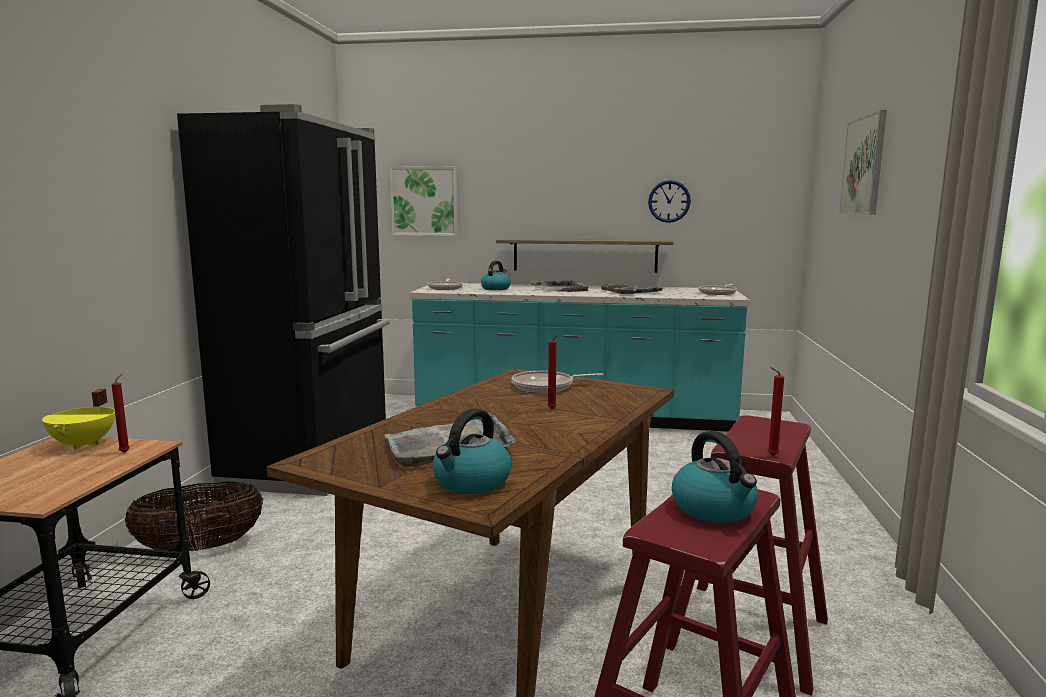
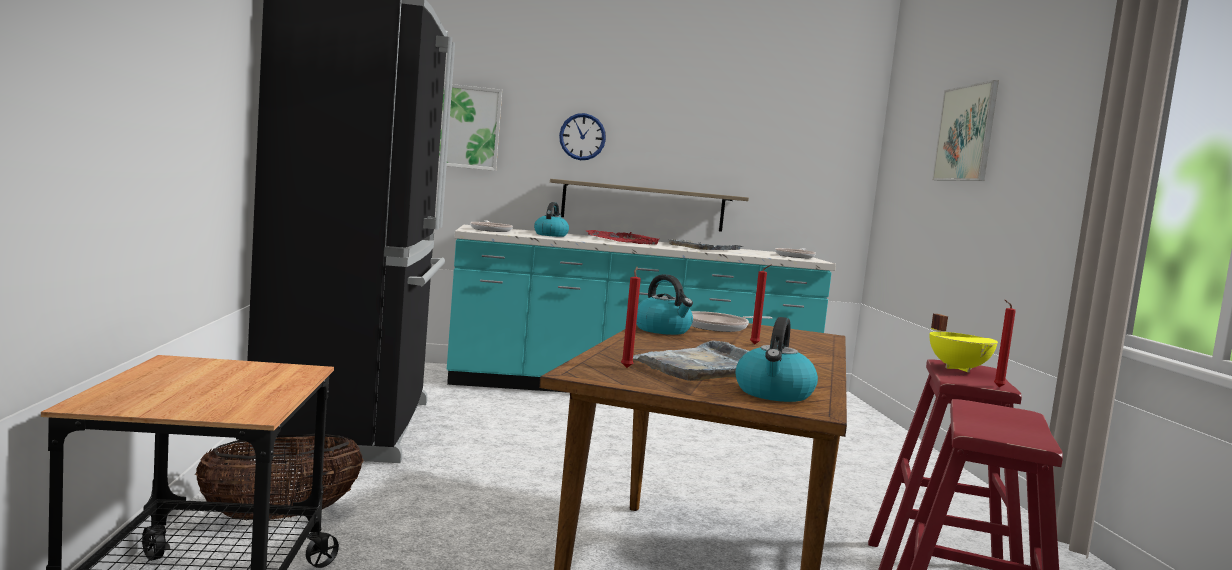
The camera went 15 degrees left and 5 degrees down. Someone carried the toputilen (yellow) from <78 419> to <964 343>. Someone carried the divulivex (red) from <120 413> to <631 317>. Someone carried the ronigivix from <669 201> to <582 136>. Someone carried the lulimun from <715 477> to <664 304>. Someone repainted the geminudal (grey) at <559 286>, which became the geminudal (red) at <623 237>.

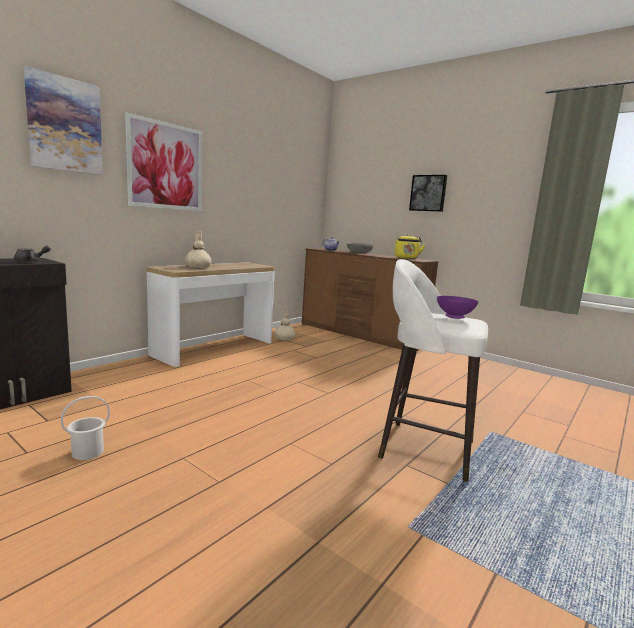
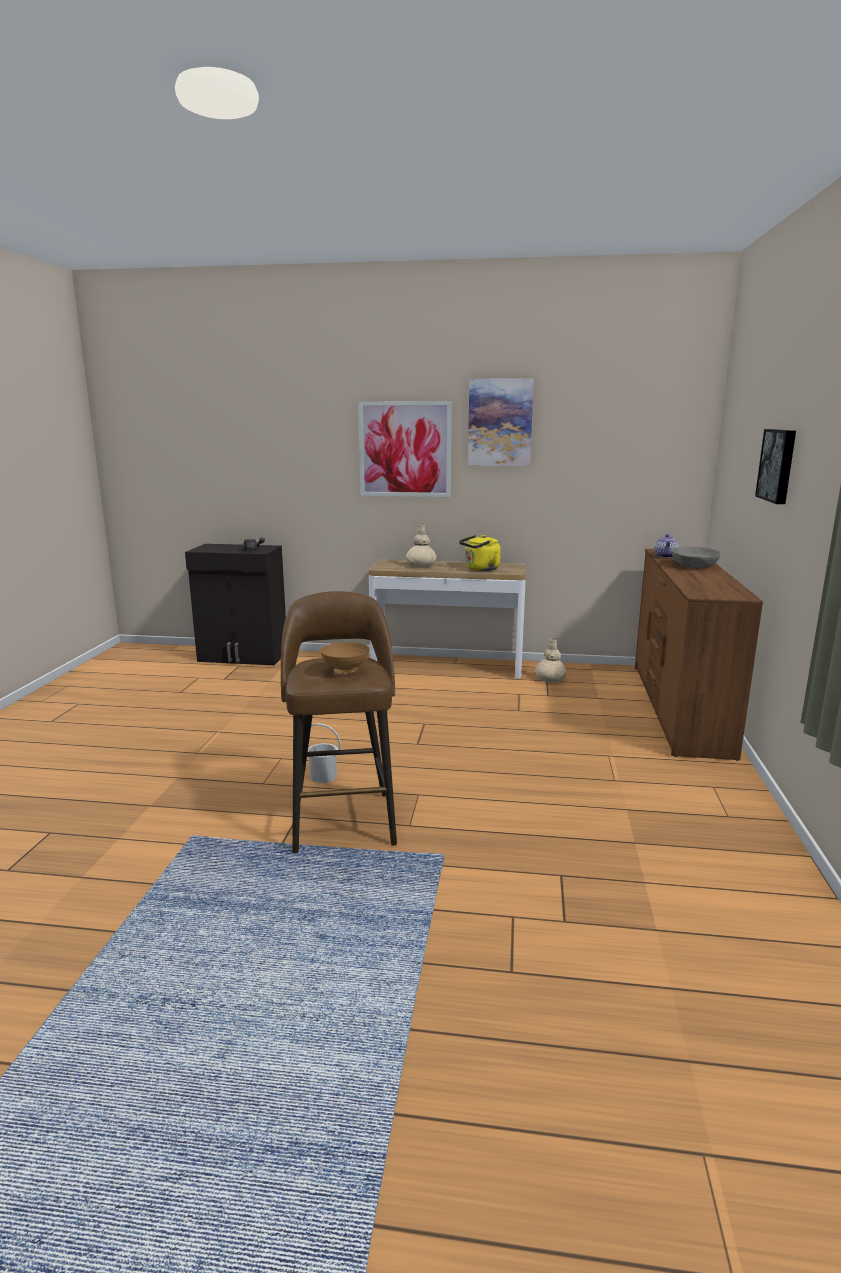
The camera went 60 degrees right and 5 degrees up. Someone carried the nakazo from <63 120> to <501 422>. Someone carried the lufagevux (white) from <85 428> to <324 753>. Someone carried the lulimun (yellow) from <410 246> to <480 553>. Someone repainted the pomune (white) at <433 370>, which became the pomune (brown) at <339 722>. Someone repainted the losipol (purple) at <457 307>, which became the losipol (brown) at <344 658>.

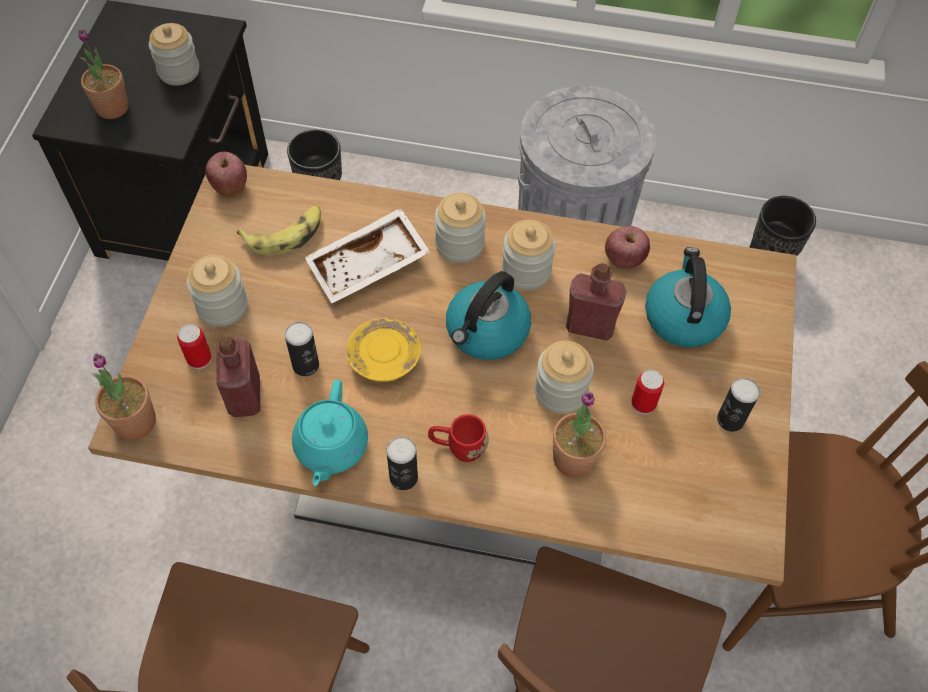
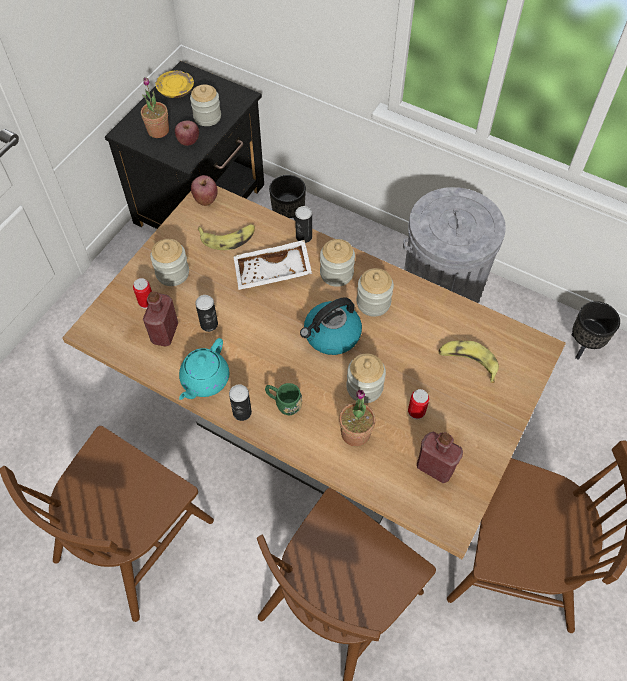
The camera went 20 degrees right and 0 degrees up. Someone took away the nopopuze at <124 396>. Someone carried the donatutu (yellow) from <384 350> to <174 84>. Someone carried the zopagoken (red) from <596 302> to <440 457>. Someone carried the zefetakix from <627 247> to <187 133>. Someone carried the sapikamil from <738 405> to <303 224>. Someone swapped the lulimun at <688 297> for the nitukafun at <469 361>. Someone repainted the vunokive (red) at <458 438>, which became the vunokive (green) at <283 399>.

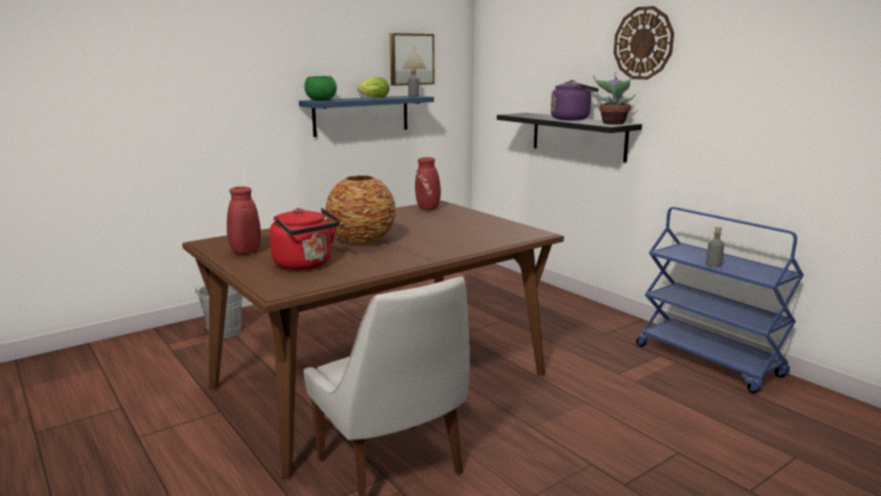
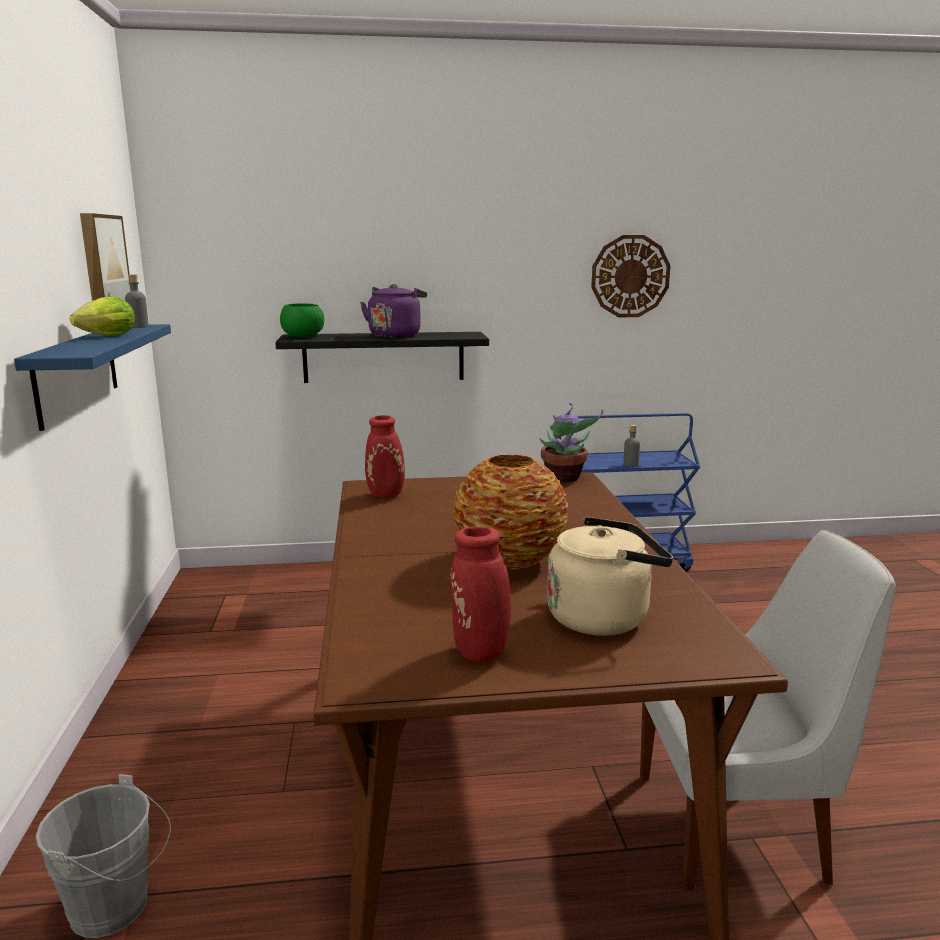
The camera went 60 degrees left and 0 degrees up. Someone carried the losipol (green) from <320 88> to <302 320>. Someone carried the nopopuze from <614 98> to <571 442>. Someone carried the ronigivix from <644 43> to <631 276>. Someone repainted the lulimun (red) at <304 239>, which became the lulimun (beige) at <610 576>.

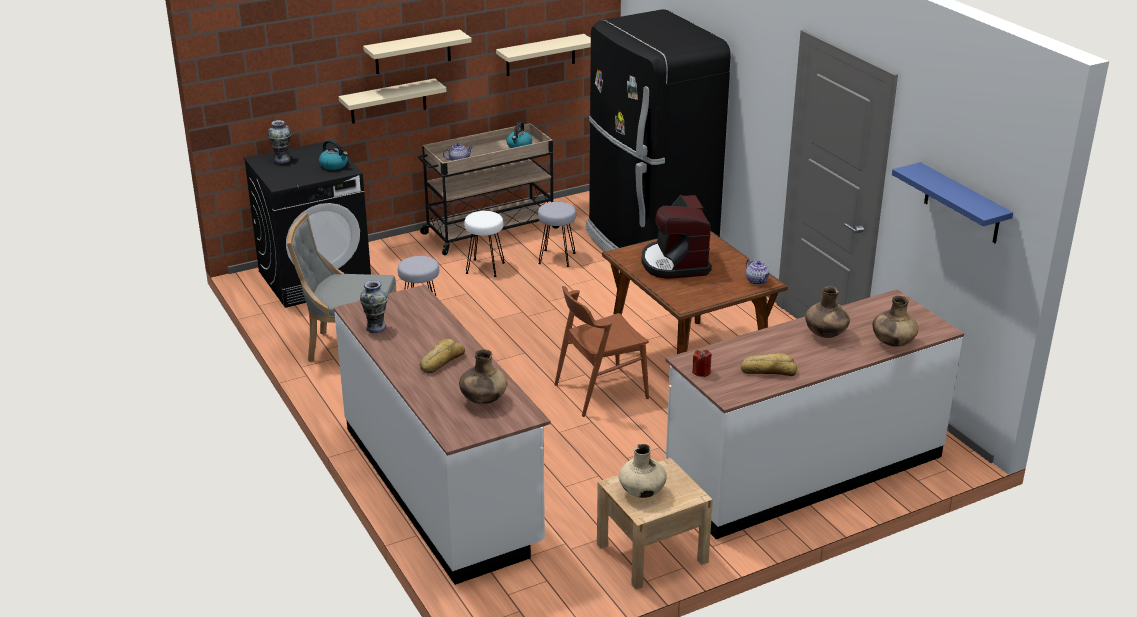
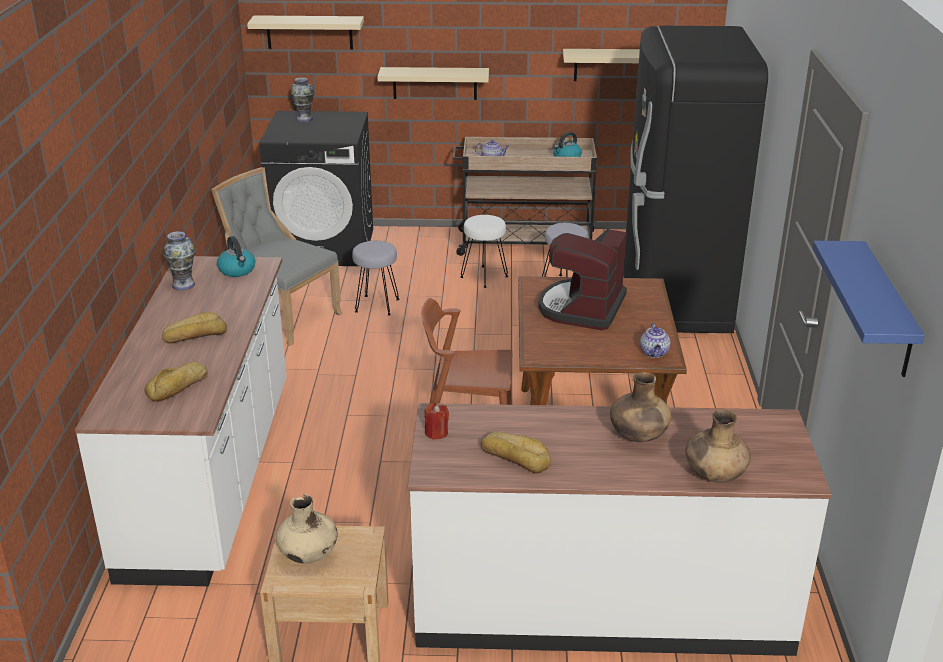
The camera went 30 degrees right and 0 degrees up. Someone carried the lulimun from <333 155> to <236 256>. Someone carried the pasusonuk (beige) from <417 51> to <305 32>. Someone swapped the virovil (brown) at <483 376> for the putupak at <176 382>.

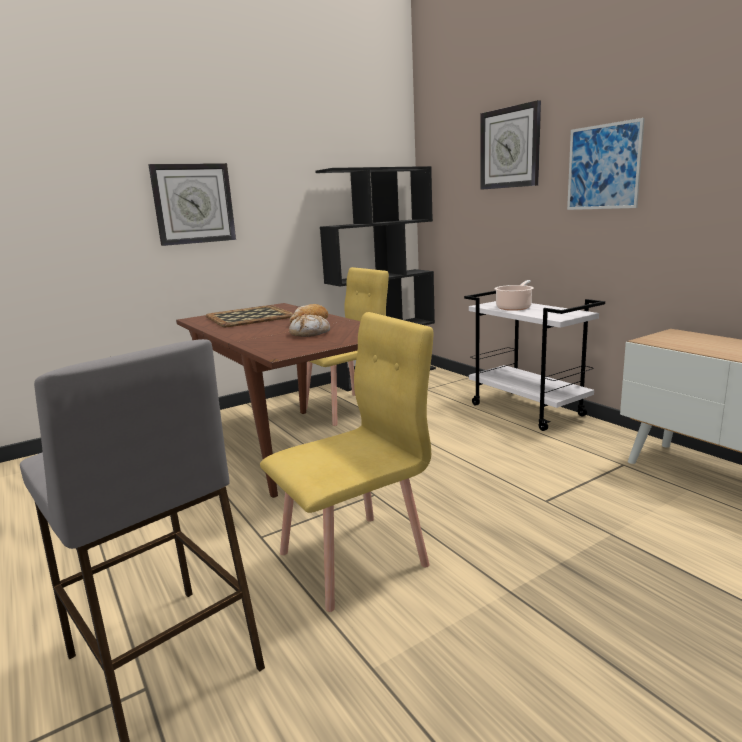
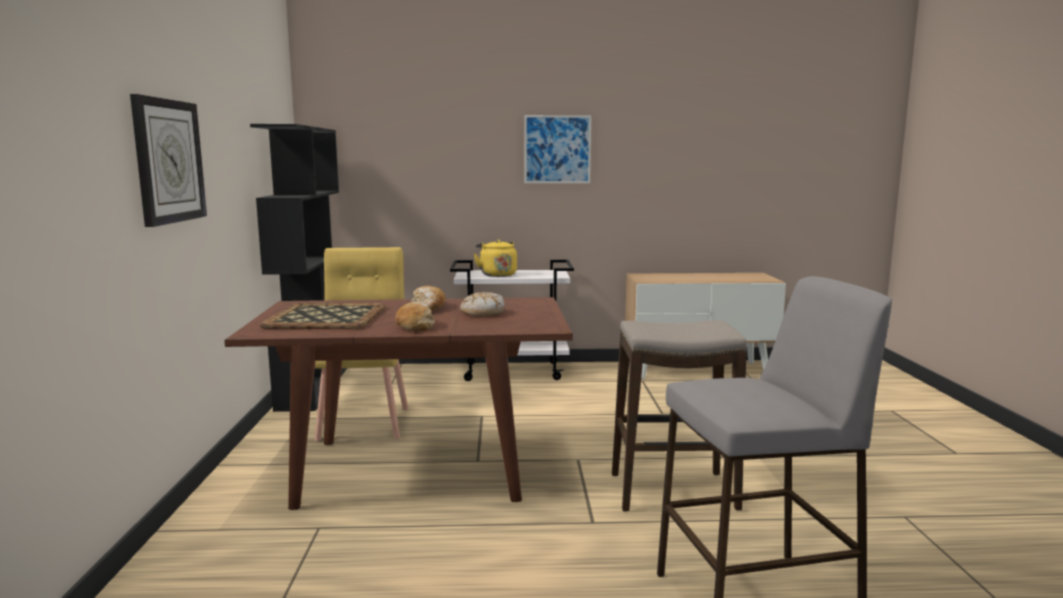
The camera went 60 degrees left and 5 degrees down. Someone took away the ronigivix at <510 145>. Someone put down the putupak at <415 316>. Someone swapped the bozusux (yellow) at <346 462> for the pomune at <679 416>. Someone swapped the toputilen at <514 295> for the lulimun (yellow) at <495 258>.

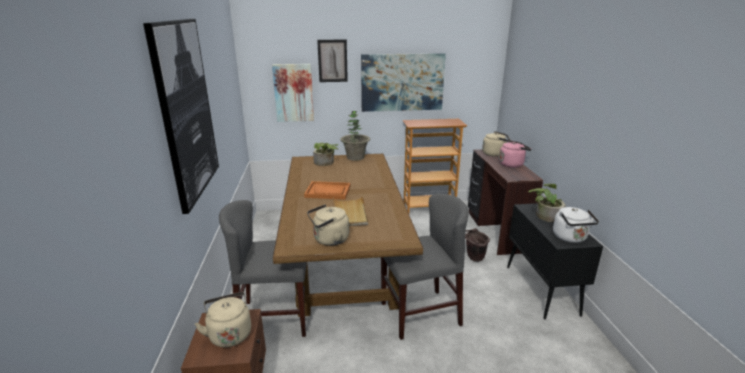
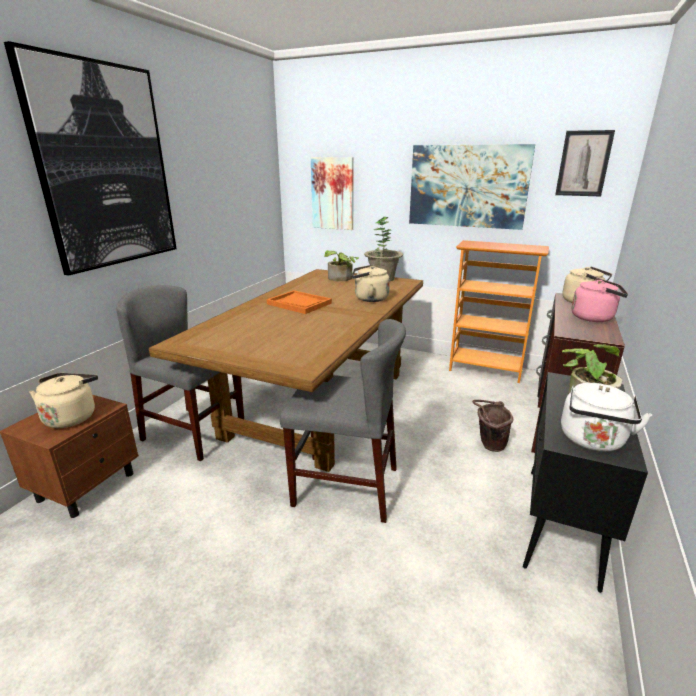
The camera went 30 degrees right and 0 degrees up. Someone took away the geminudal (beige) at <350 210>. Someone carried the lulimun (beige) from <328 225> to <371 283>. Someone carried the nakazo from <332 61> to <585 163>.

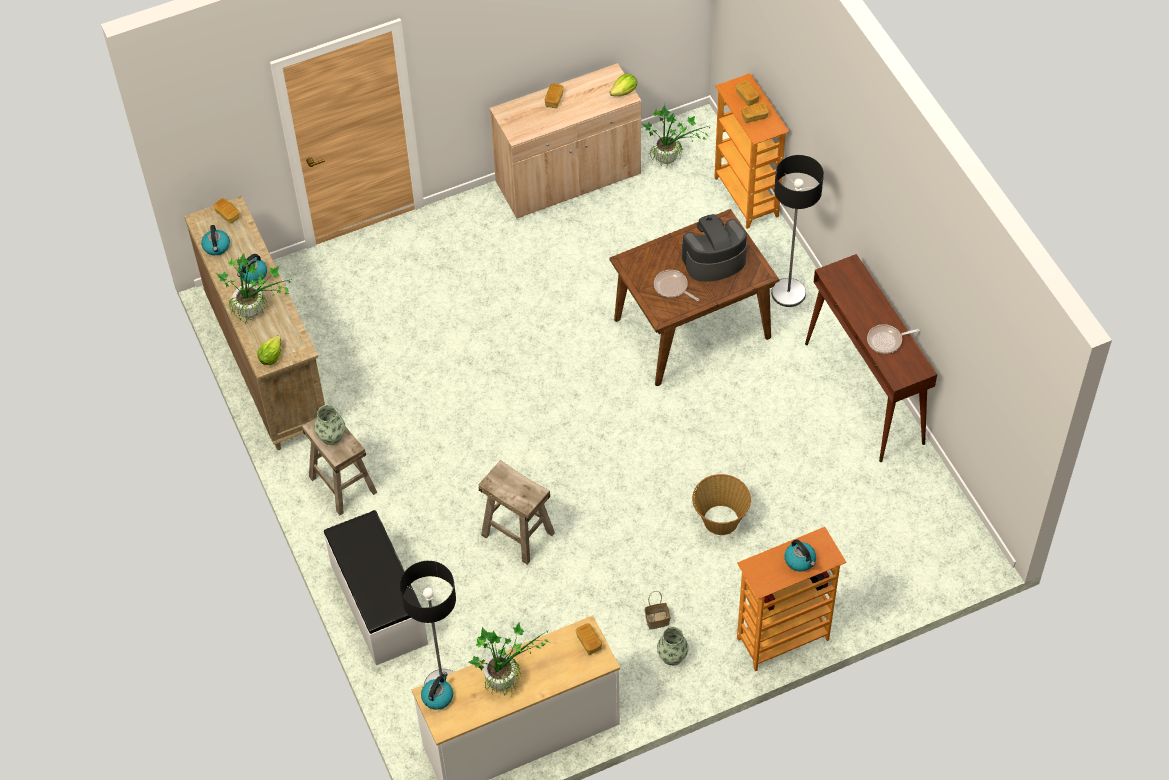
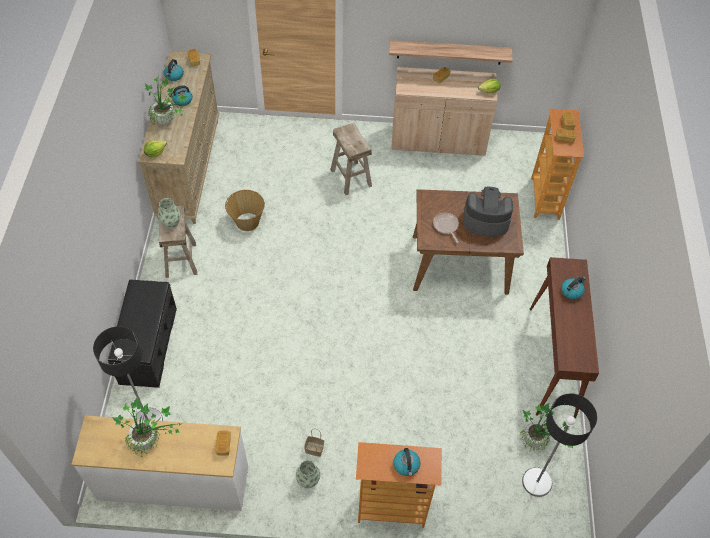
The camera went 25 degrees right and 0 degrees up. Someone took away the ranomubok at <893 339>. Someone put up the pasusonuk at <451 52>. Someone carried the lulimun from <437 691> to <573 288>. Someone carried the pomune (beige) from <516 512> to <351 159>. Someone carried the nopopuze from <676 137> to <546 428>. Someone carried the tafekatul from <721 504> to <245 210>. Someone carried the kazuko from <797 231> to <559 445>. Someone repainted the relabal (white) at <376 587>, which became the relabal (black) at <142 333>.

